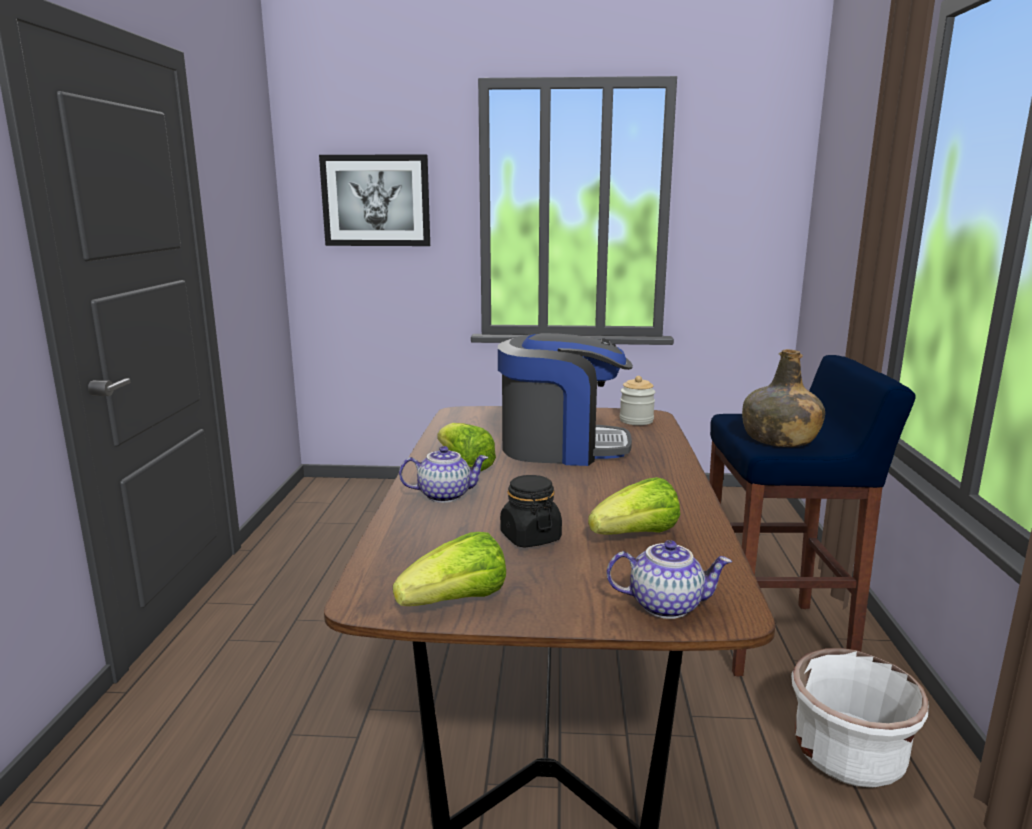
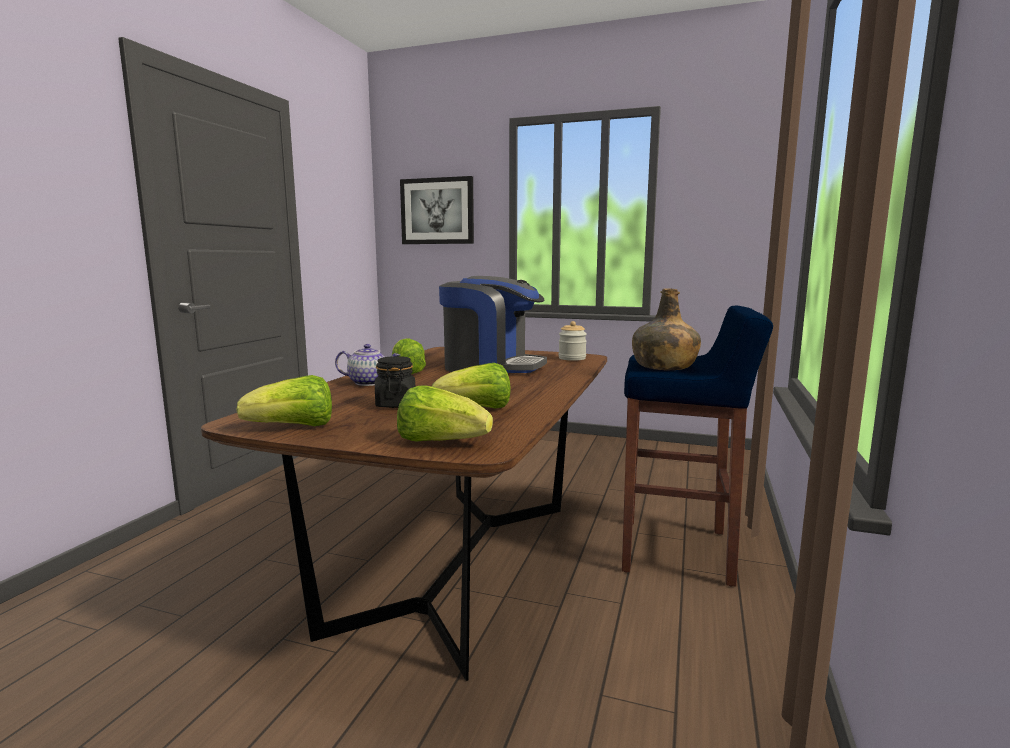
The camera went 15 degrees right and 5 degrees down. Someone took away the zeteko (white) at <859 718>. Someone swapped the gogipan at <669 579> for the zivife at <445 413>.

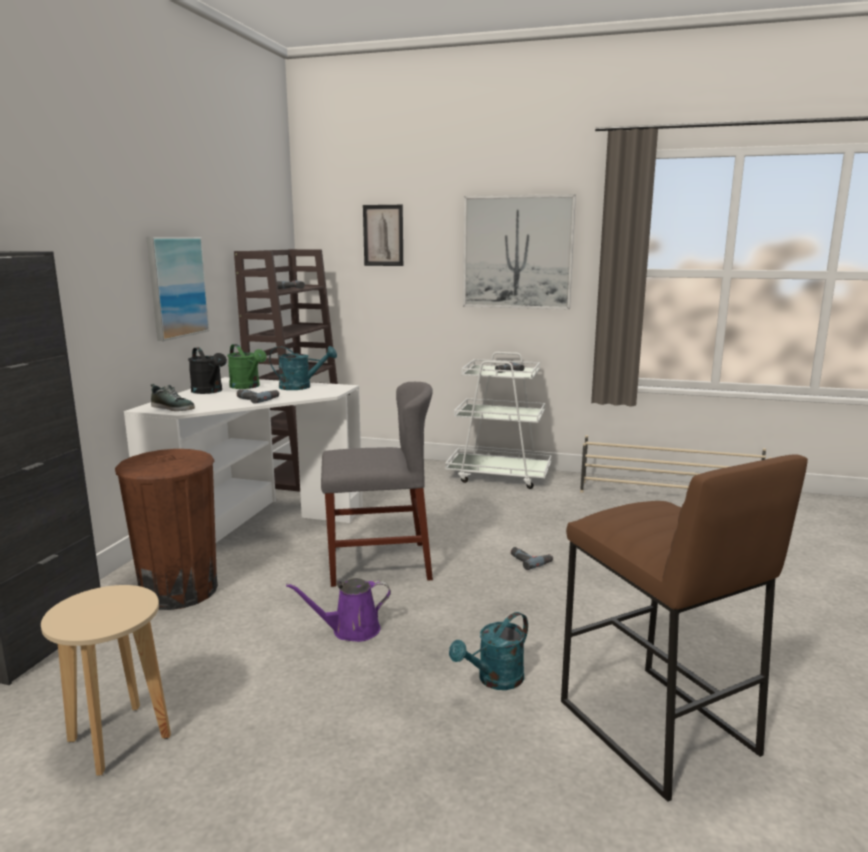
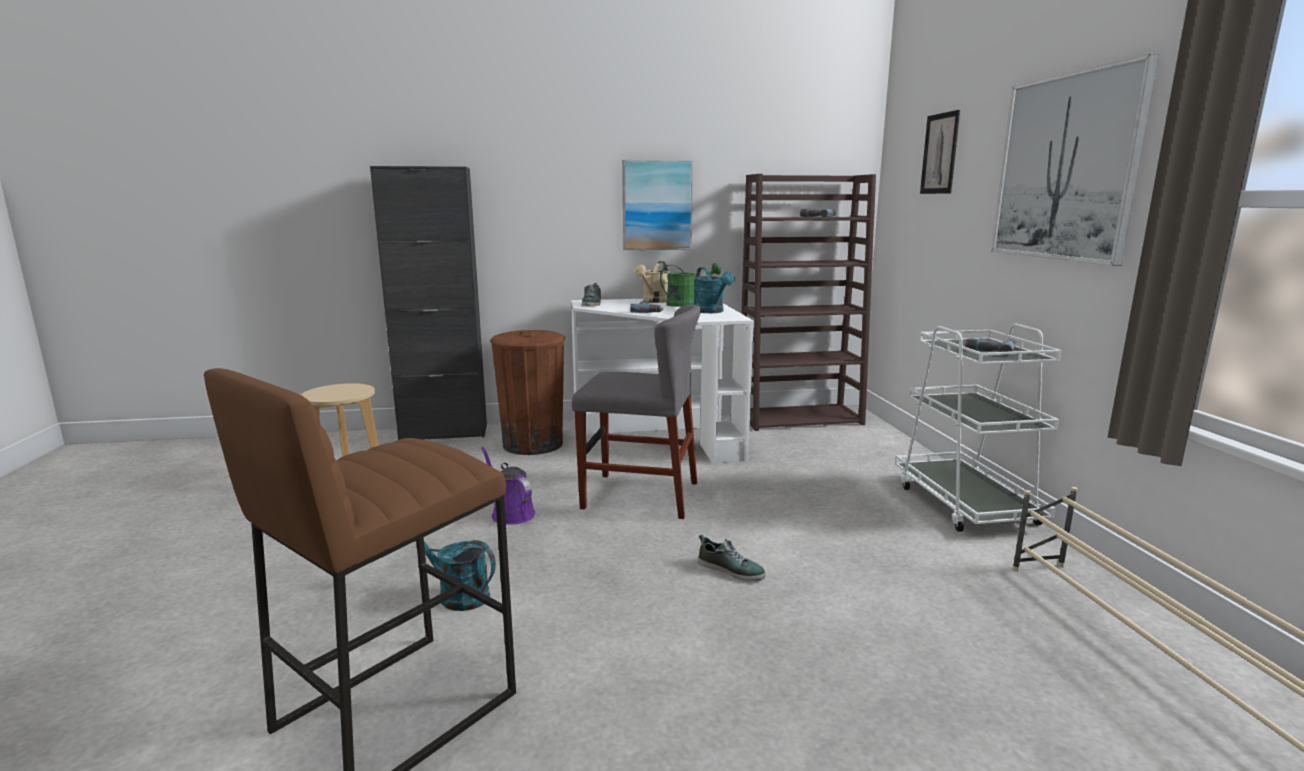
The camera went 65 degrees right and 0 degrees up. Someone swapped the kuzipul at <532 558> for the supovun at <732 557>. Someone repainted the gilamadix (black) at <207 370>, which became the gilamadix (beige) at <652 282>. Someone rotated the gilamadix (green) at <247 366> by 135 degrees counterclockwise. Someone rotated the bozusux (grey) at <377 484> by 45 degrees counterclockwise.

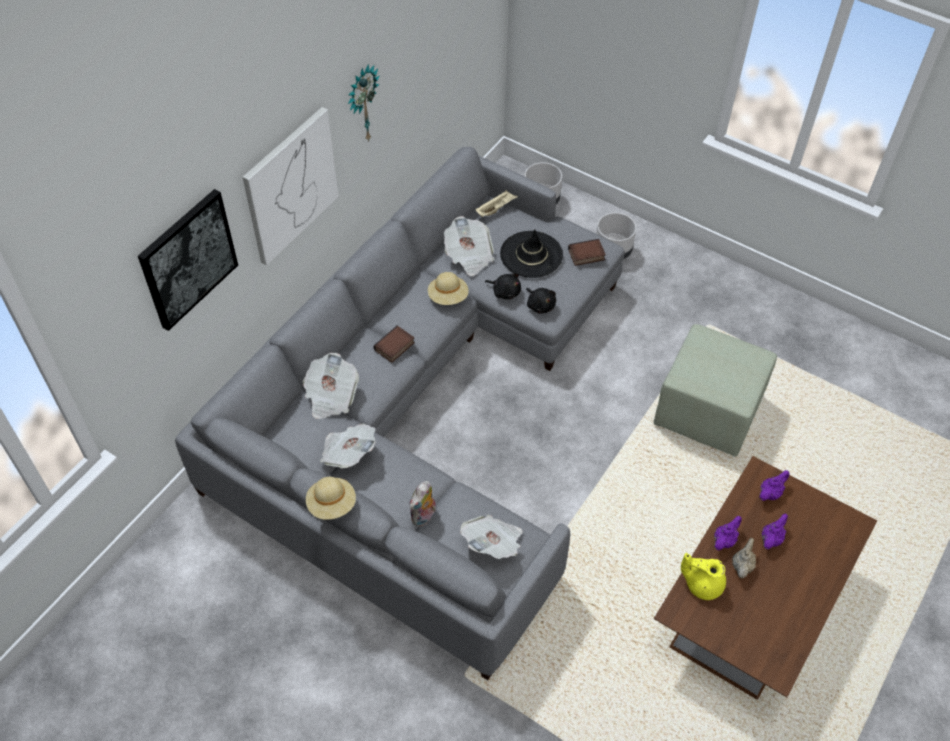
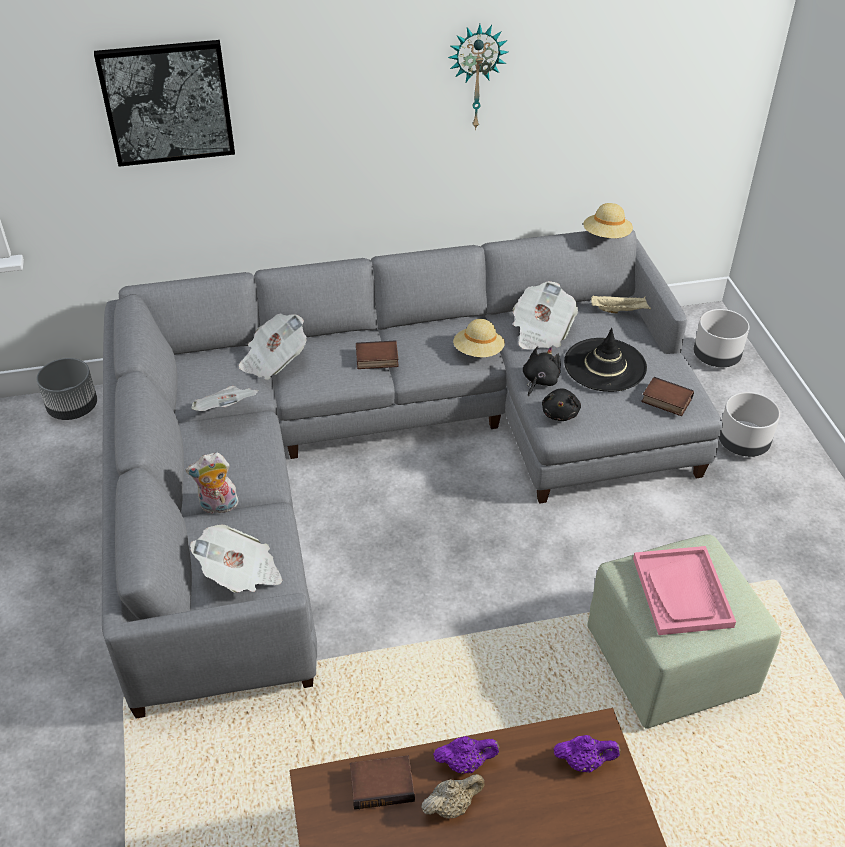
The camera went 45 degrees right and 10 degrees down. Someone took away the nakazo at <291 186>. Someone took away the gogipan (purple) at <774 531>. Someone put down the zeteko (grey) at <67 389>. Someone put down the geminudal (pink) at <684 590>. Someone carried the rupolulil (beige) from <331 498> to <608 220>. Someone swapped the gogipan (yellow) at <703 576> for the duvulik at <382 782>. Someone rotated the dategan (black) at <503 286> by 135 degrees counterclockwise.

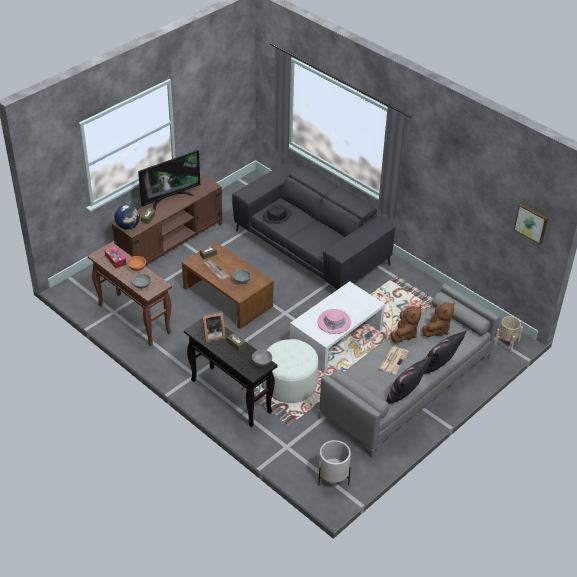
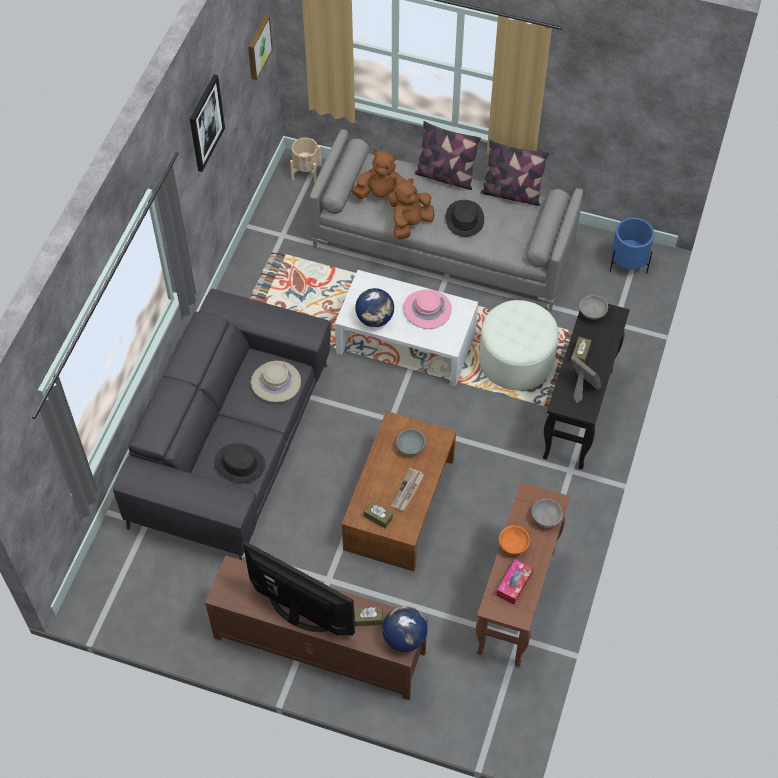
The camera went 115 degrees left and 15 degrees up. Someone put up the nakazo at <207 123>. Someone put down the rupolulil (beige) at <276 381>. Someone put down the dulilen at <374 307>. Someone swapped the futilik at <394 360> for the rupolulil (black) at <464 218>. Someone repainted the zeteko (white) at <334 462>, which became the zeteko (blue) at <632 245>. Someone rotated the dategan (brown) at <406 324> by 45 degrees counterclockwise.

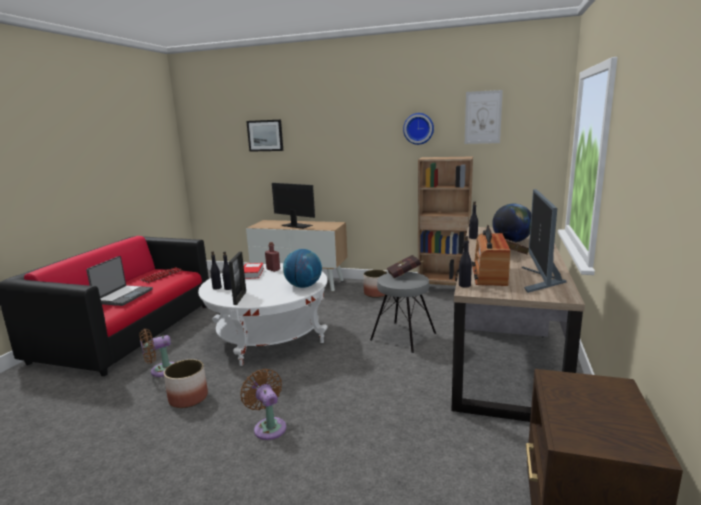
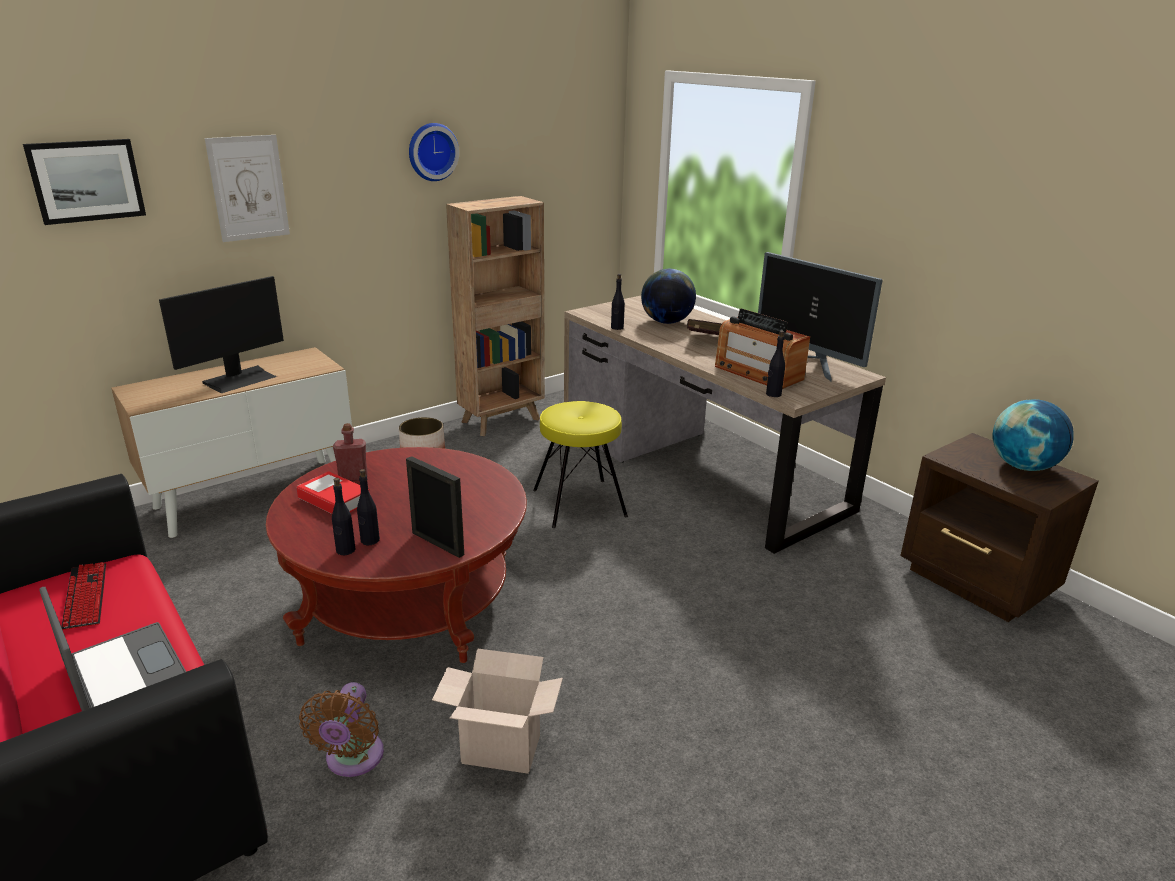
The camera went 55 degrees left and 10 degrees up. Someone took away the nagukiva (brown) at <263 404>. Someone took away the duvulik (red) at <405 266>. Someone carried the dulilen from <302 268> to <1033 435>. Someone carried the nakazo from <484 117> to <247 188>. Someone swapped the zeteko at <186 383> for the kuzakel at <497 711>. Someone repainted the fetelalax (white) at <263 314>, which became the fetelalax (red) at <396 555>. Someone repainted the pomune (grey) at <403 312>, which became the pomune (yellow) at <580 464>. Someone rotated the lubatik at <293 206> by 150 degrees clockwise.

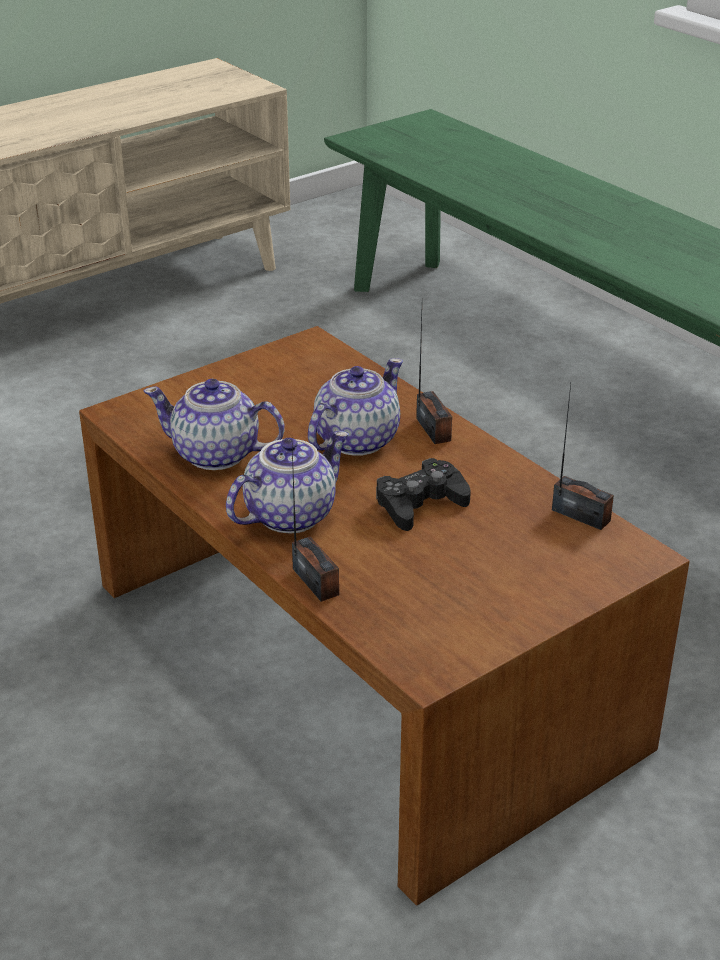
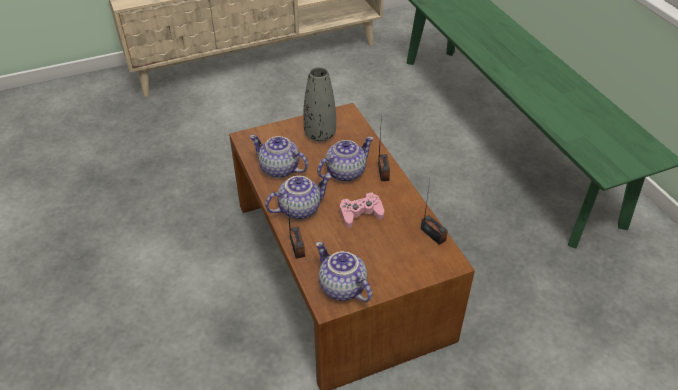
The camera went 15 degrees right and 10 degrees up. Someone put down the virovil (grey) at <319 104>. Someone put down the gogipan at <344 272>. Someone repainted the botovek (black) at <423 494>, which became the botovek (pink) at <362 210>.

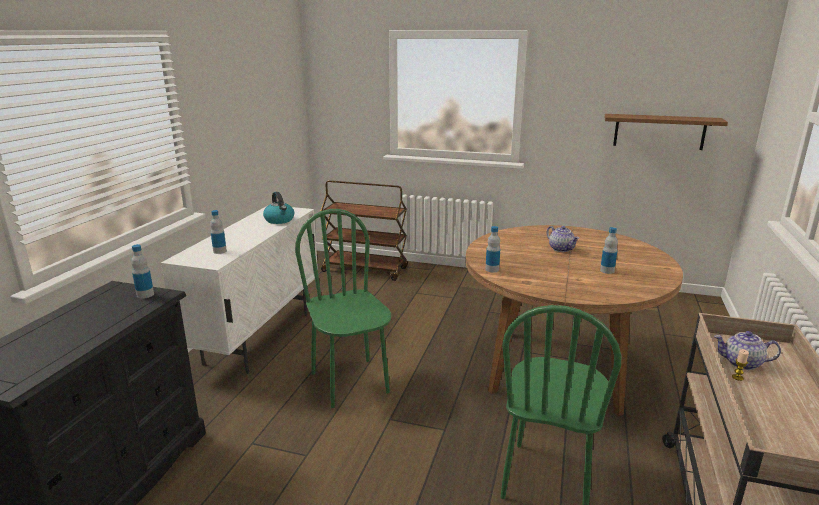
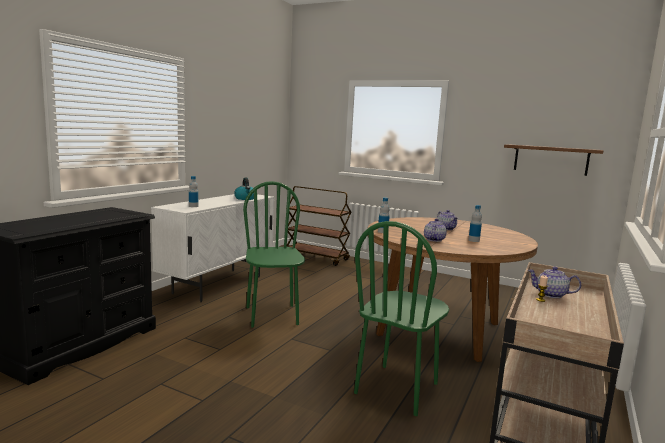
The camera went 10 degrees right and 10 degrees down. Someone took away the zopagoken at <142 271>. Someone put down the gogipan at <435 230>.

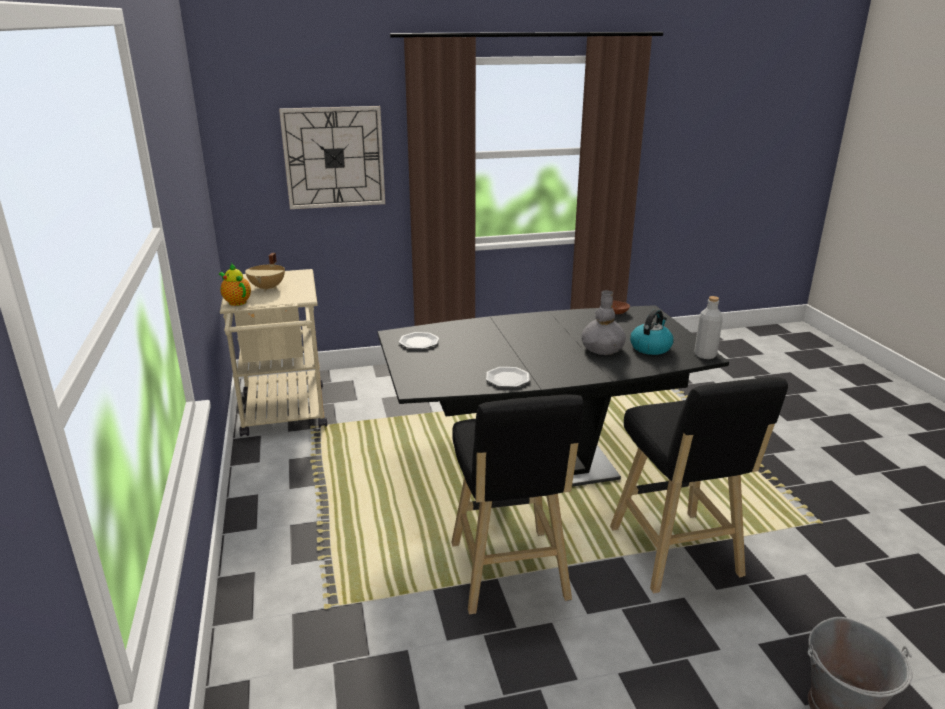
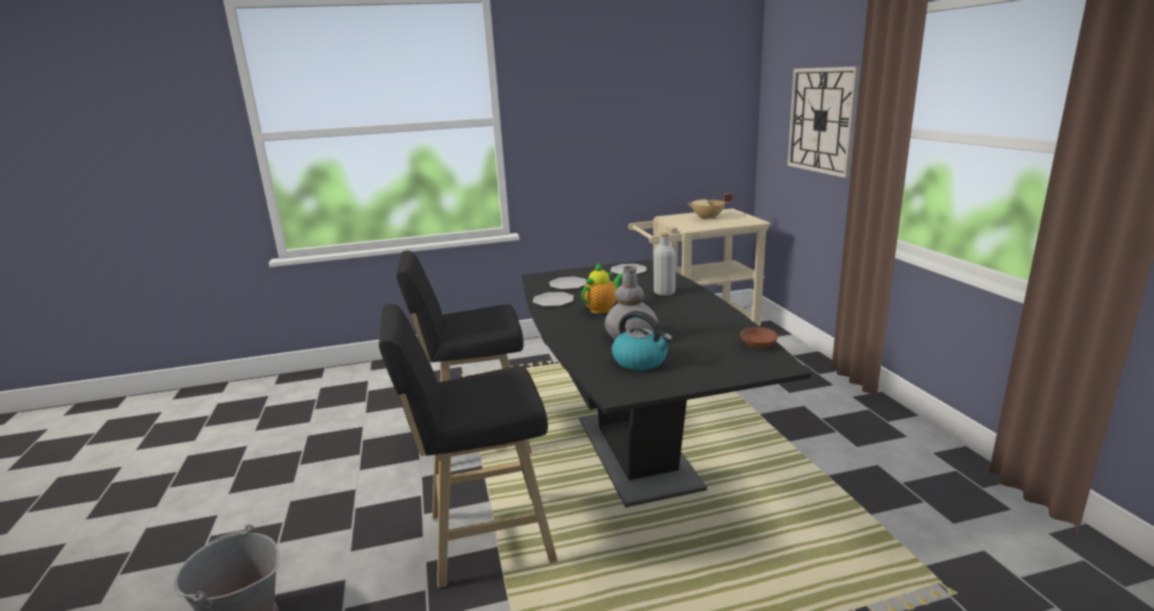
The camera went 90 degrees right and 5 degrees down. Someone put down the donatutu at <568 283>. Someone carried the gogipan from <235 284> to <602 288>. Someone carried the zopagoken (grey) from <708 327> to <665 264>.

